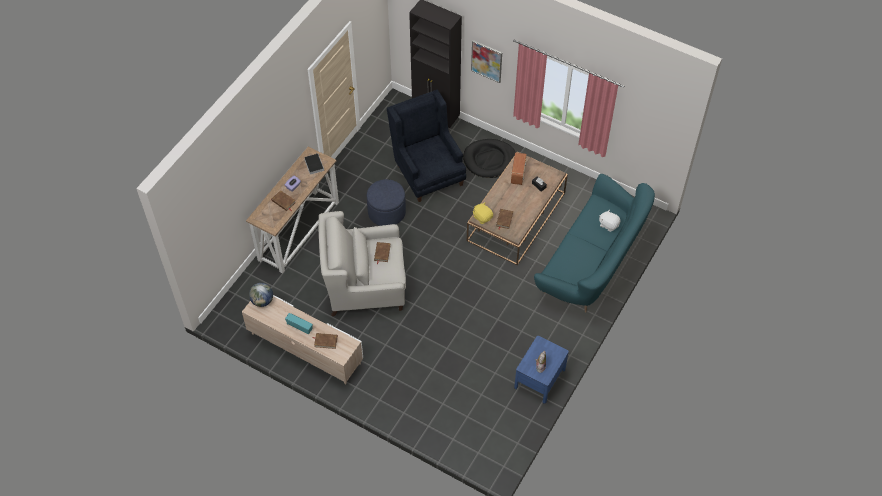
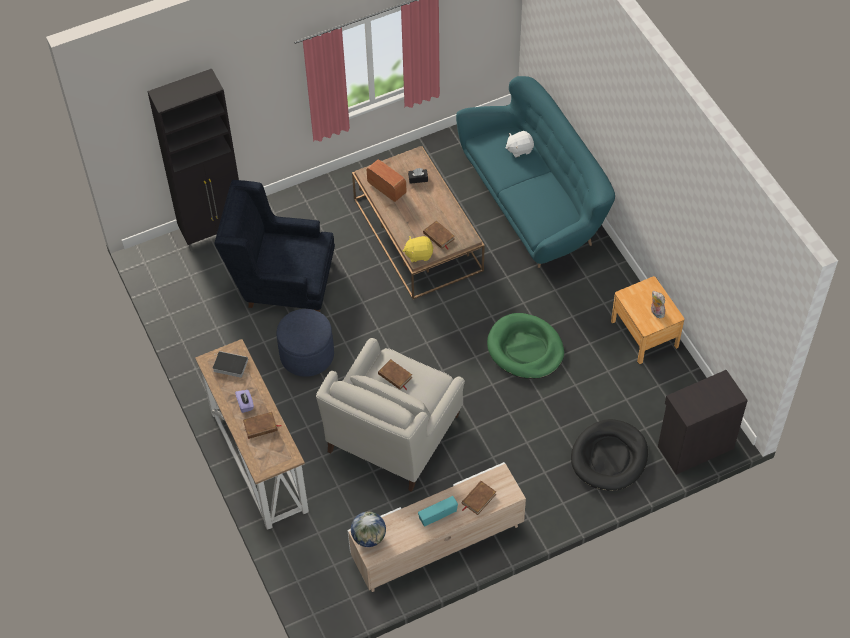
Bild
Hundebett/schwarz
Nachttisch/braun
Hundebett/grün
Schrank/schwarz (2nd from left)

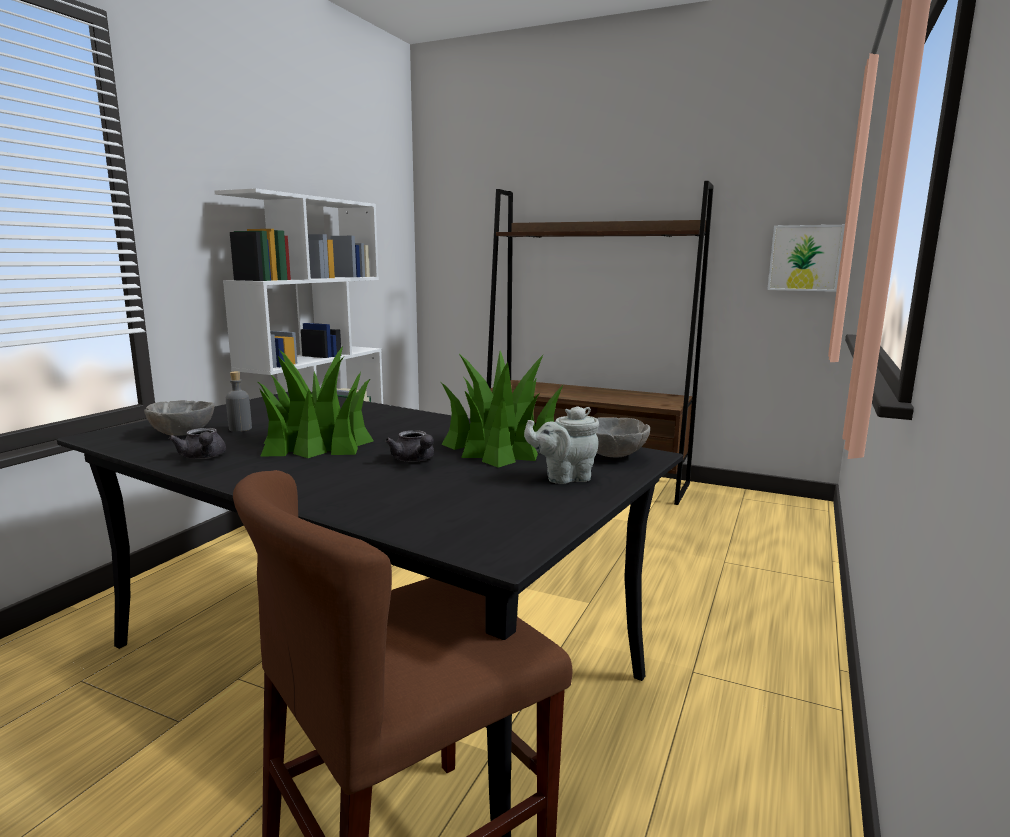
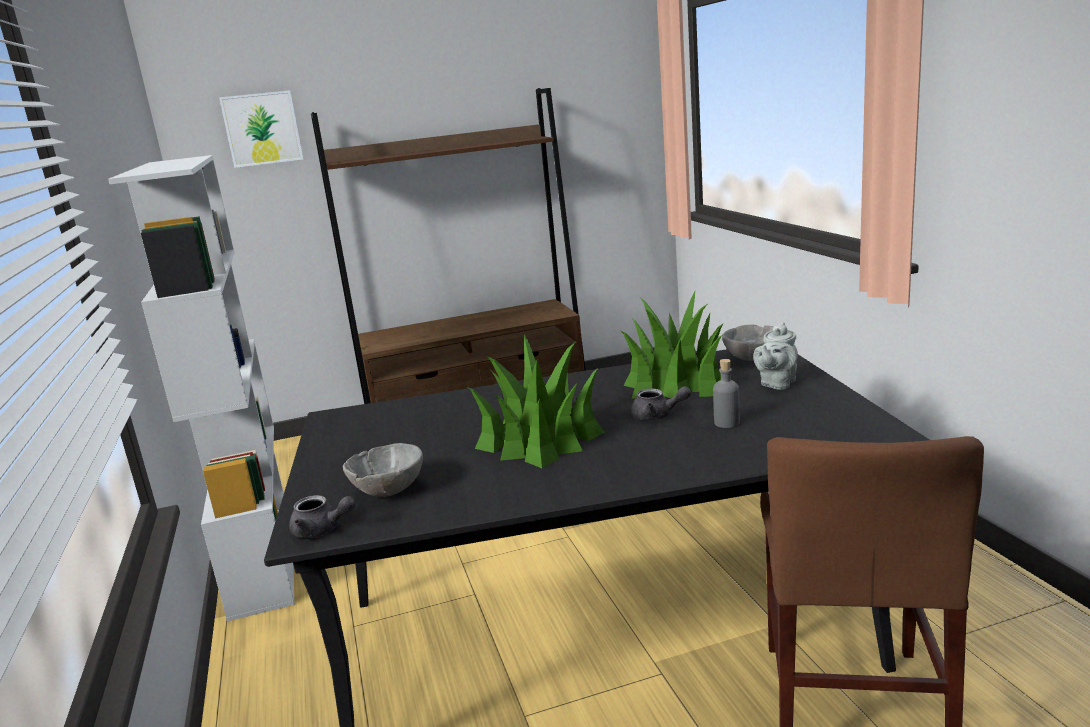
Bild
Flasche/grau
Teekanne/grau (1st from left)

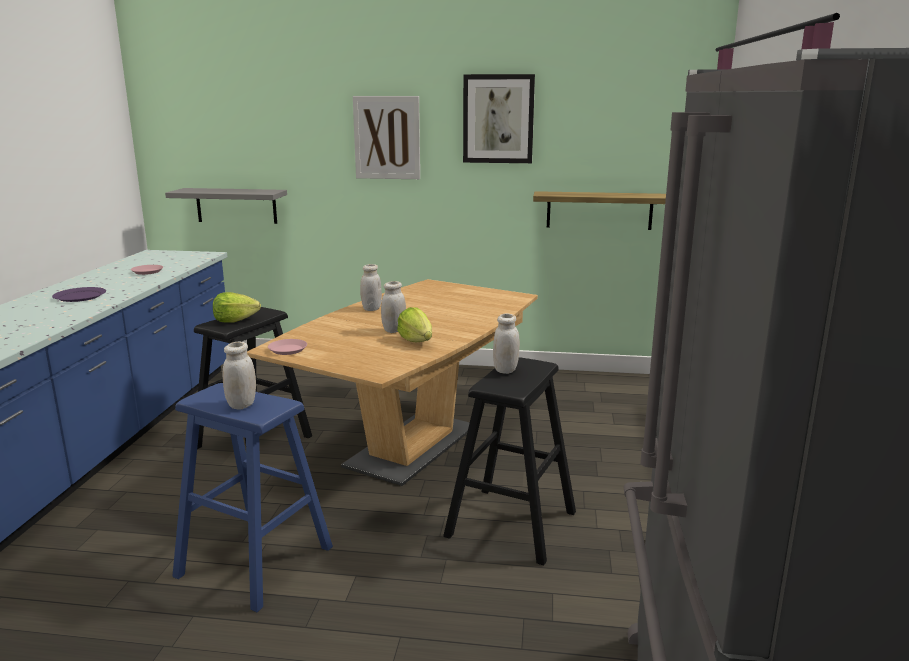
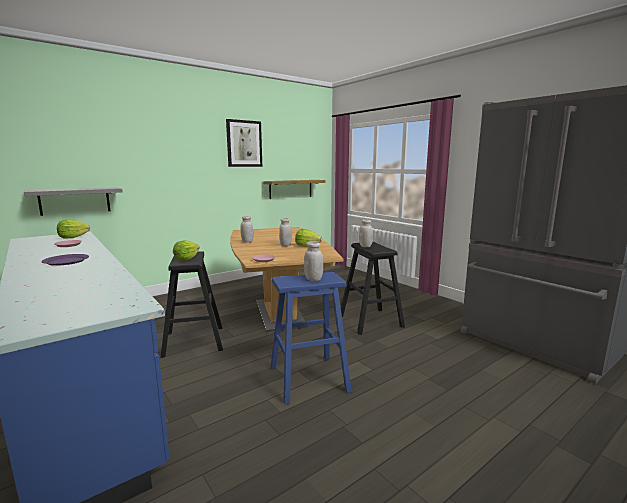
Bild (1st from left in the first image)
Salatkopf (1st from left)

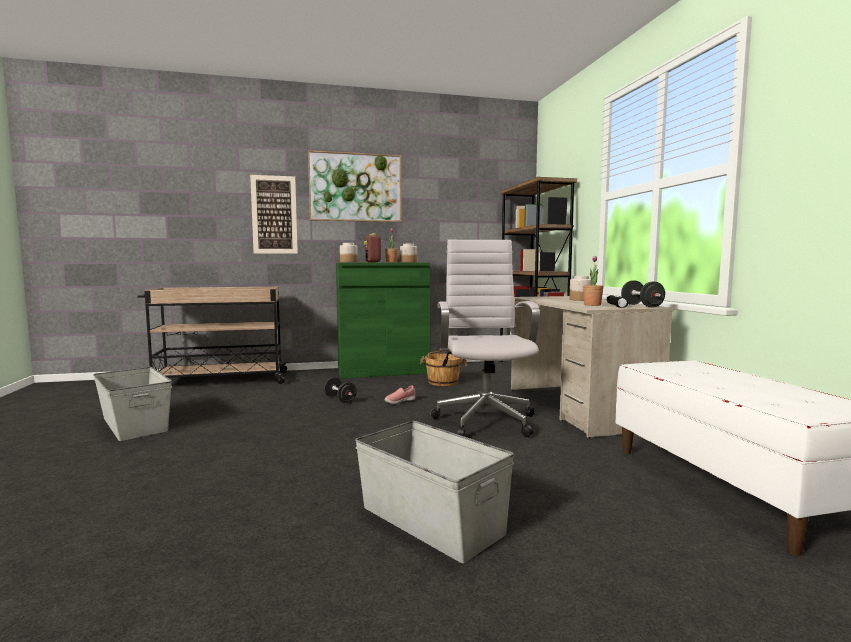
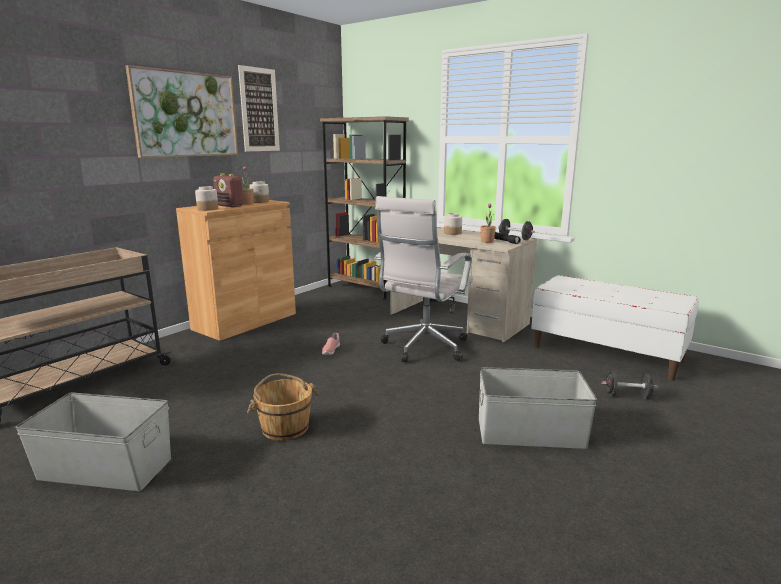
Bild (2nd from left)
Bürostuhl/weiß
Schrank/braun
Eimer/braun
Hantel/schwarz (2nd from left)

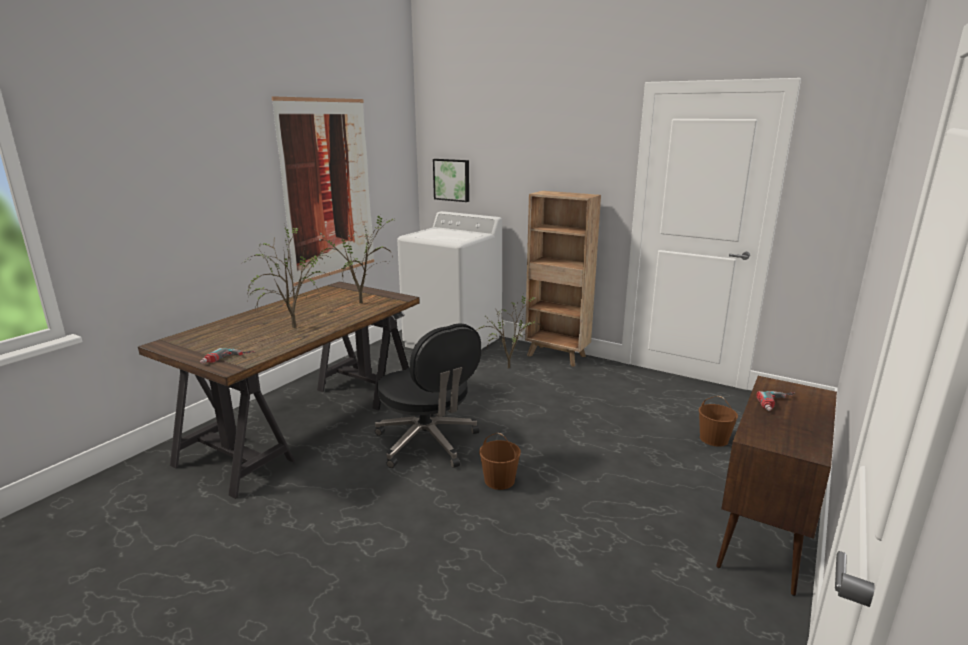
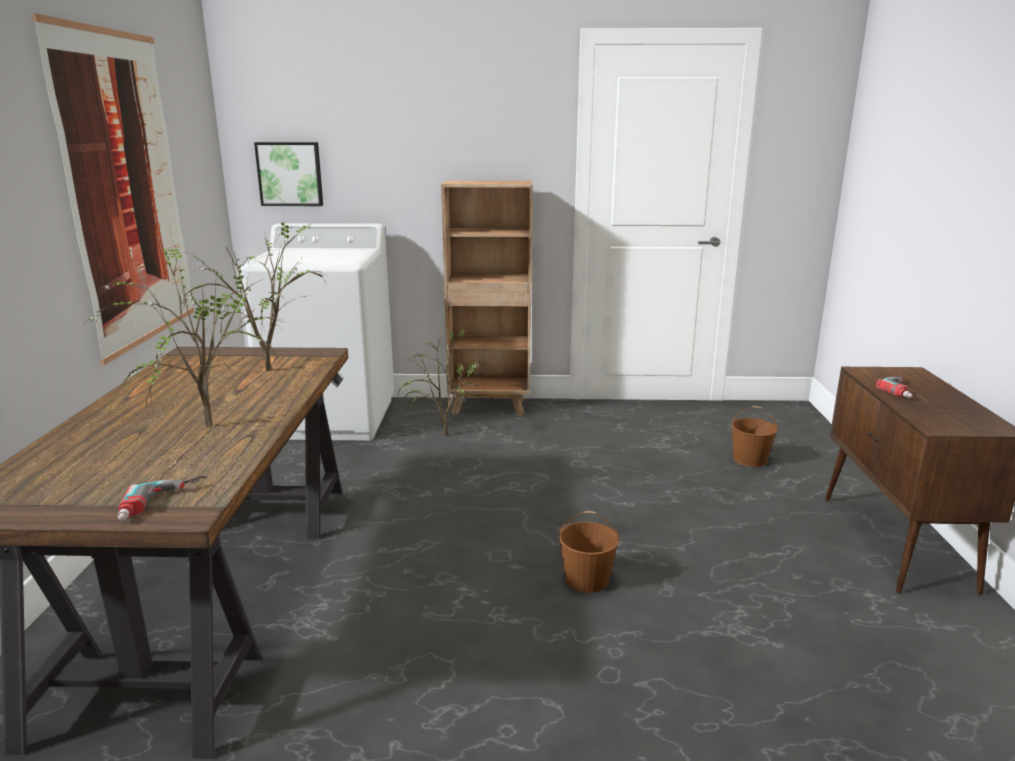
Bürostuhl/schwarz

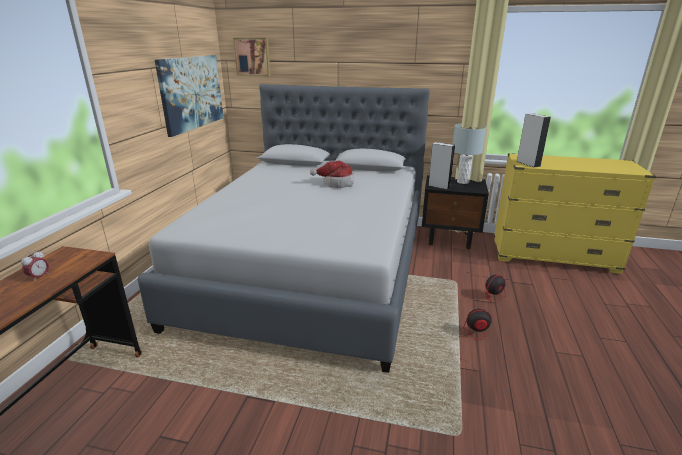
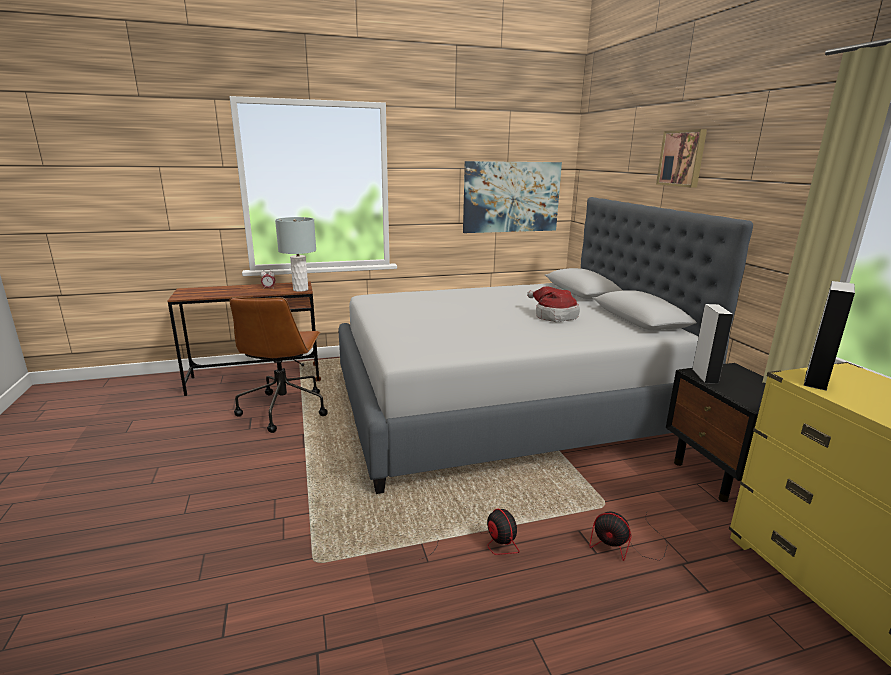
Bild (2nd from left)
Tischlampe/grau
Bürostuhl/braun

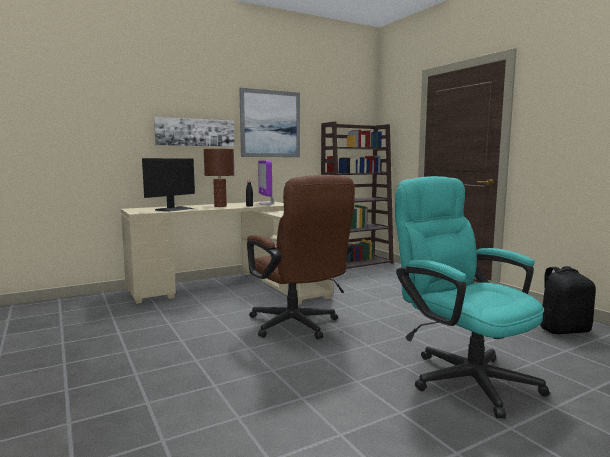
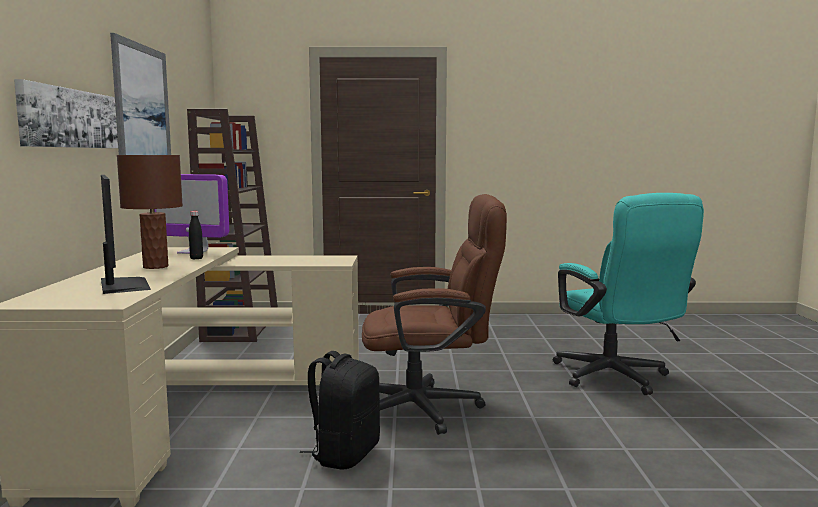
Bürostuhl/türkis
Rucksack/schwarz

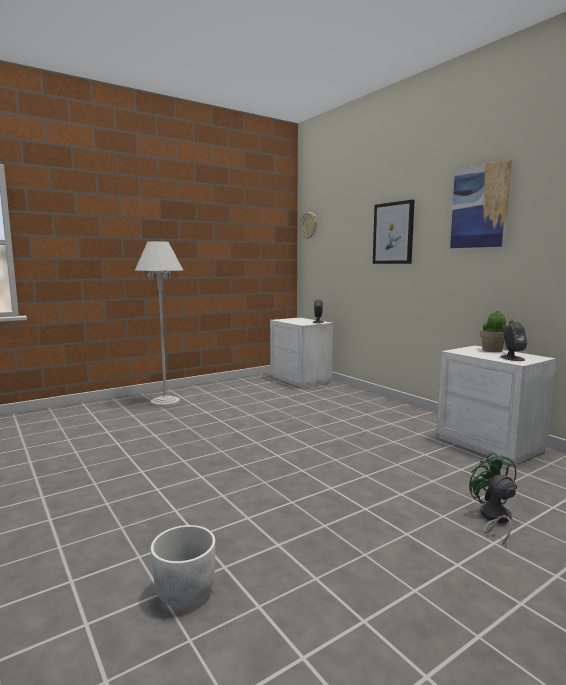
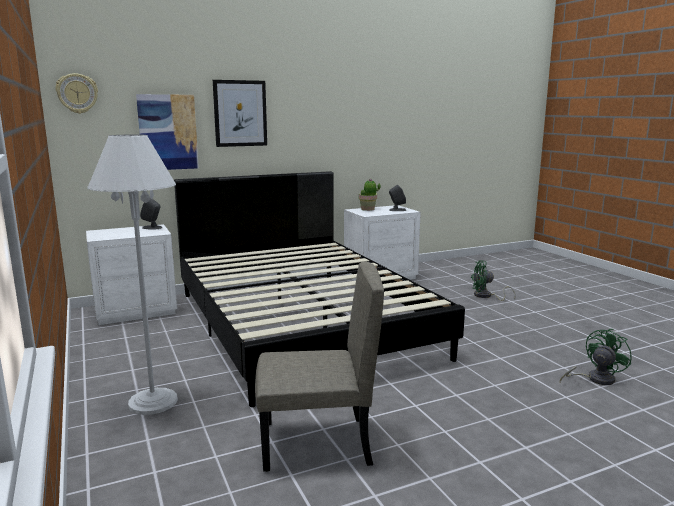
Bild (1st from left)
Ventilator/grün (2nd from left)
Bett/schwarz
Stuhl/beige

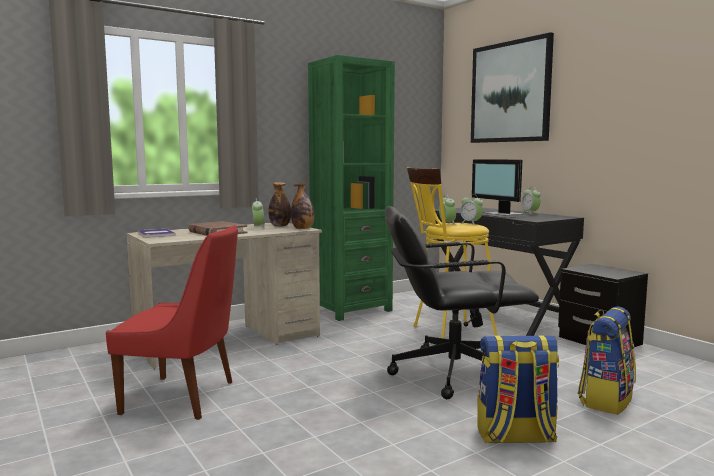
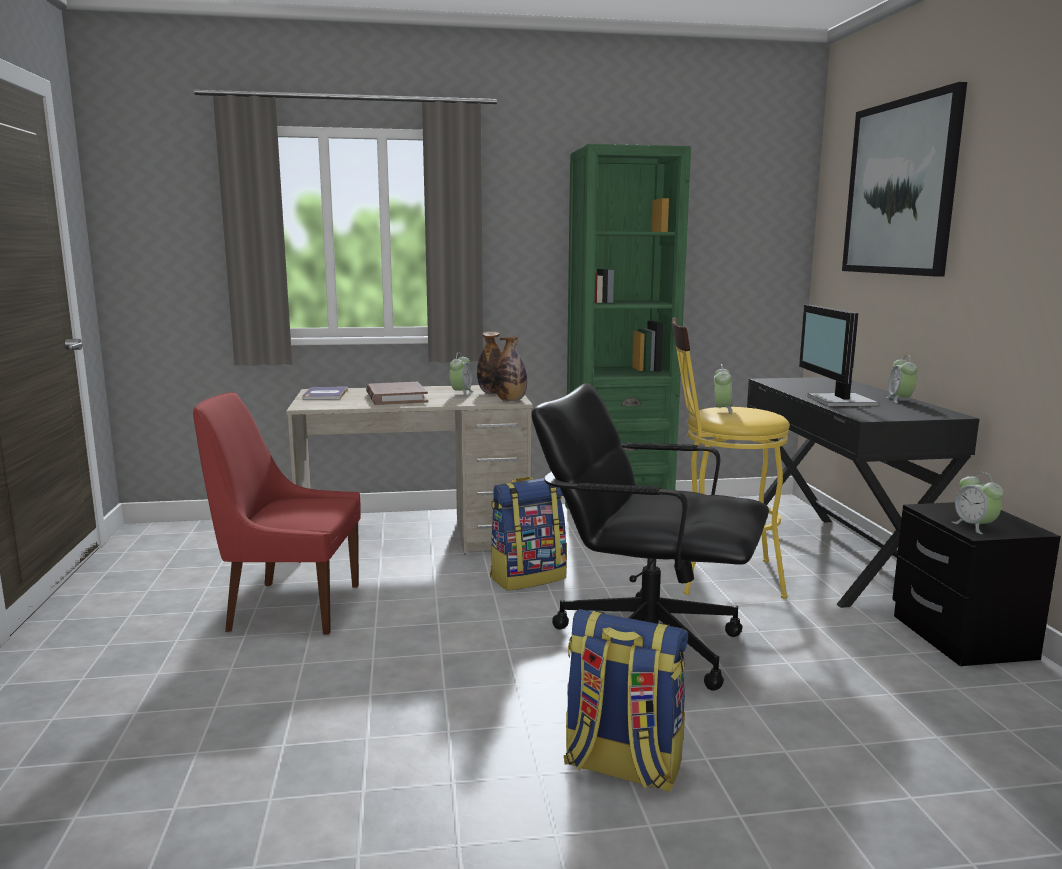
Wecker (4th from left)
Stuhl/rot
Rucksack (1st from left)

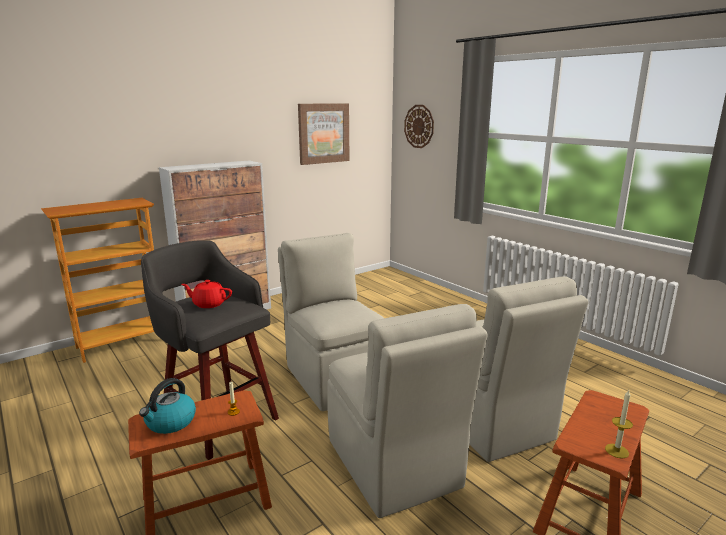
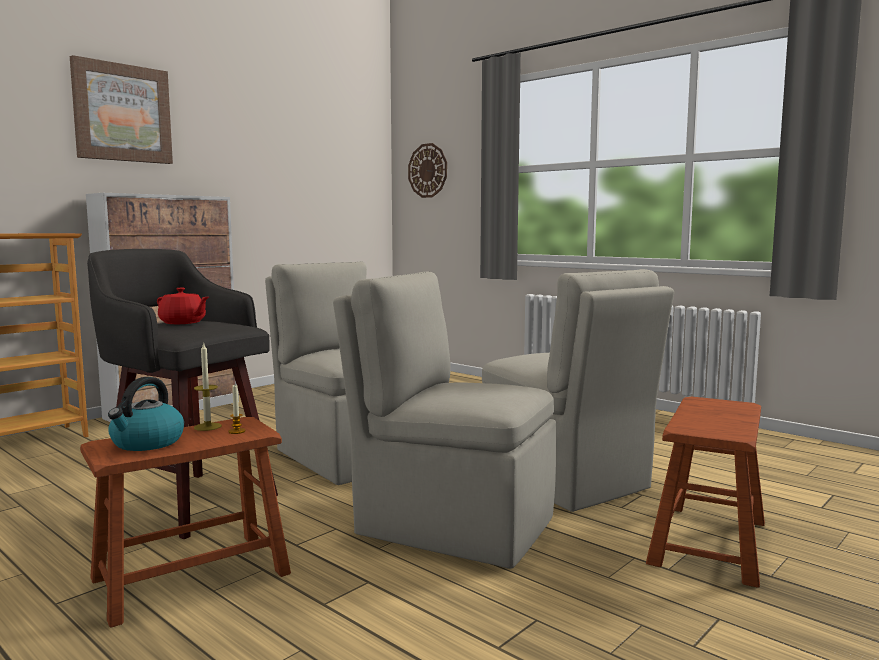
Bild
Teekanne/rot
Stuhl/beige (2nd from left)
Kerze (1st from left)

